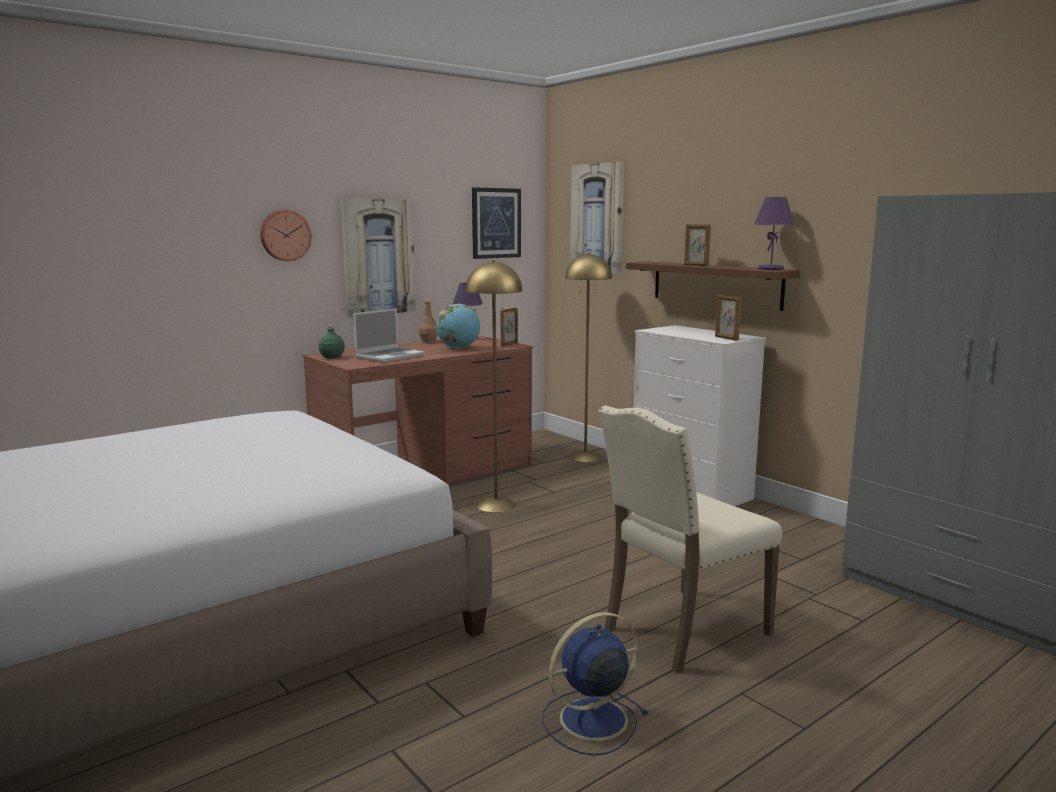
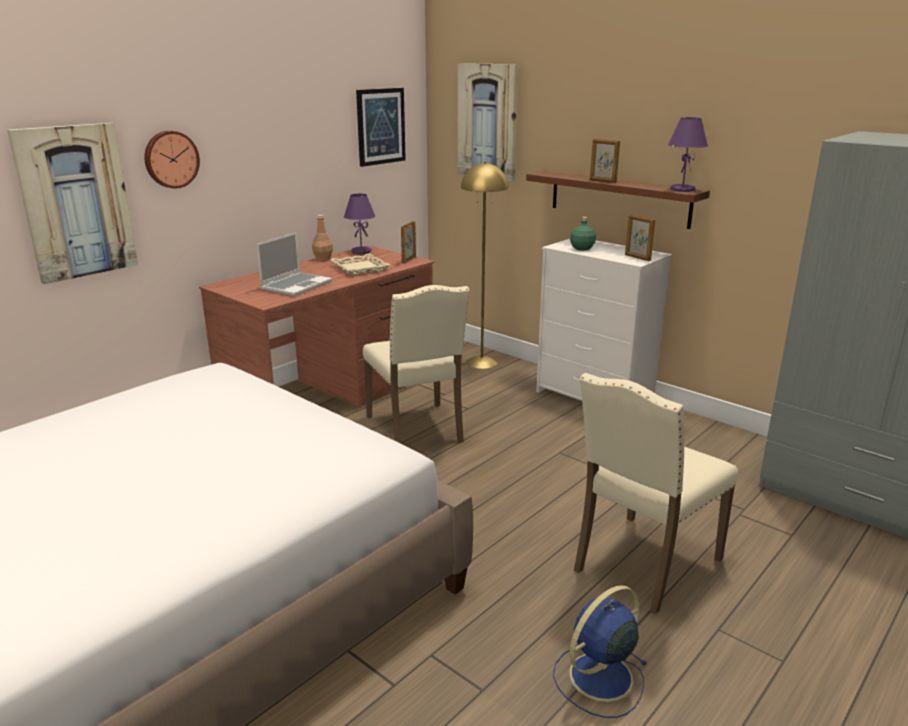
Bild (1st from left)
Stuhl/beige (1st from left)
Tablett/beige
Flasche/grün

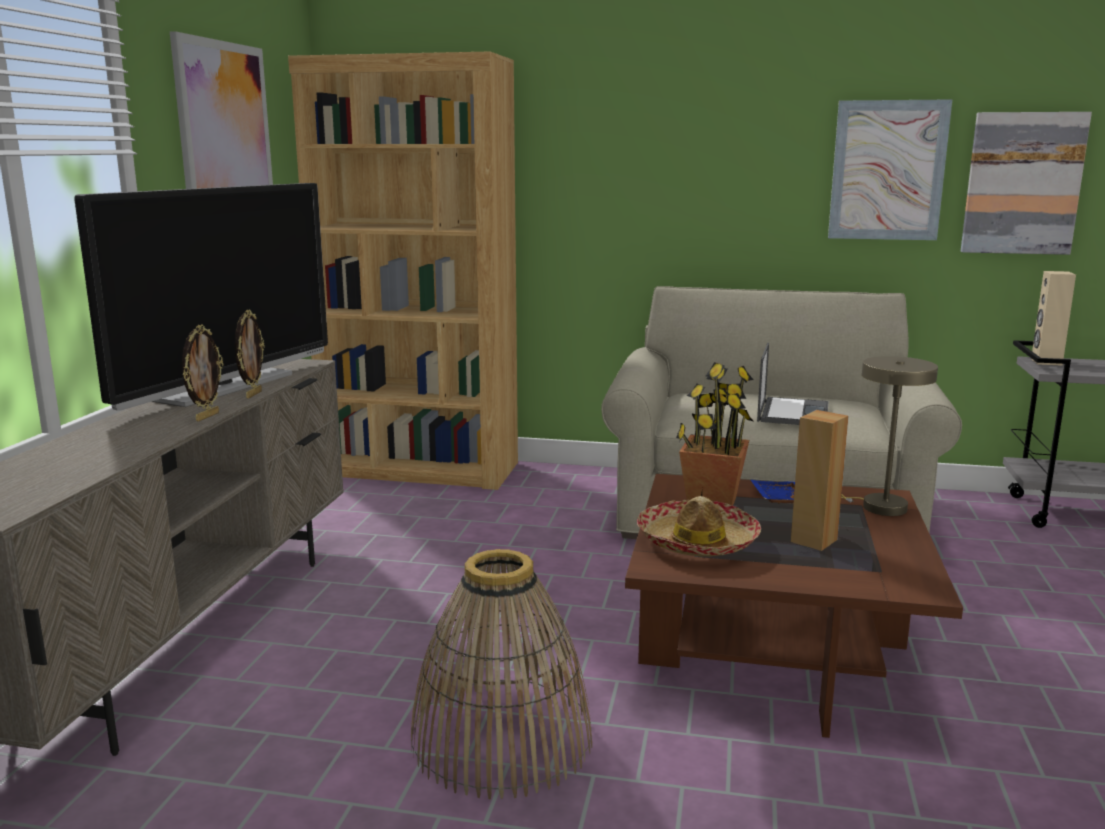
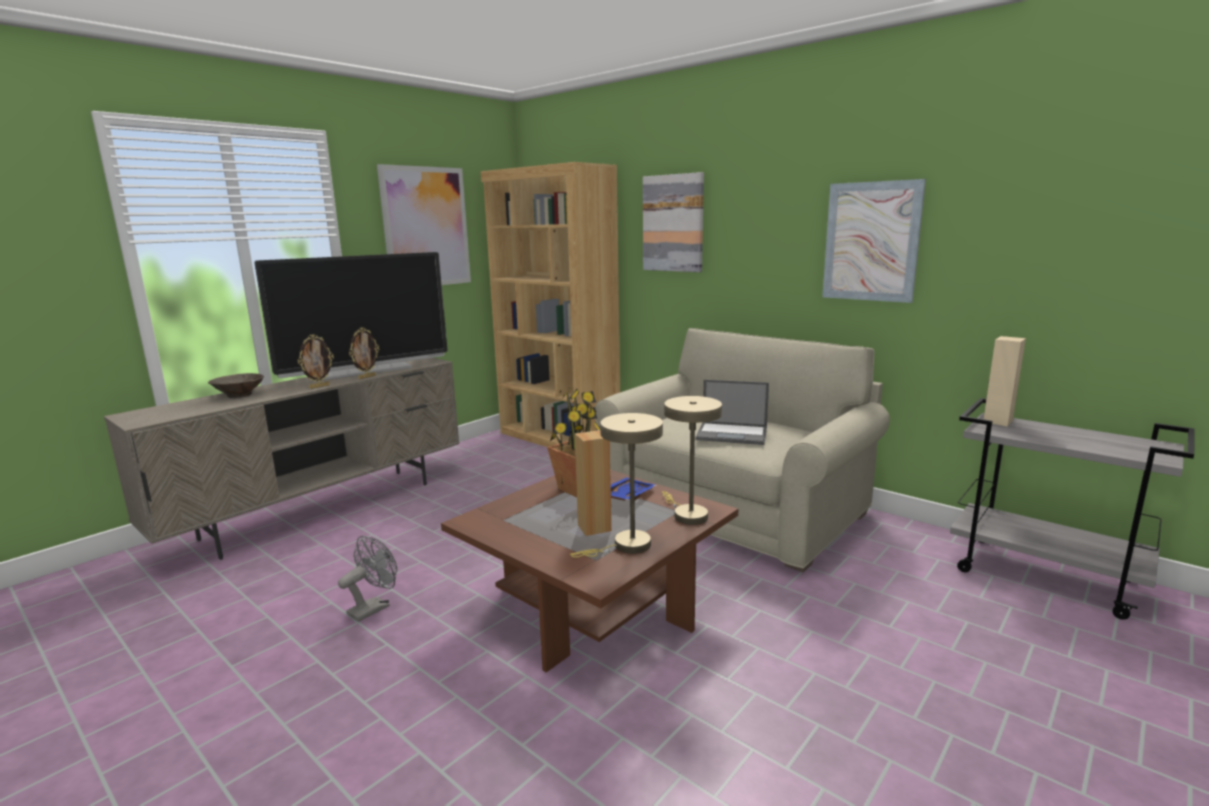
Bild (2nd from left)
Laptop
Hut
Ventilator/grau
Schüssel/braun
Tischlampe/beige (1st from left)

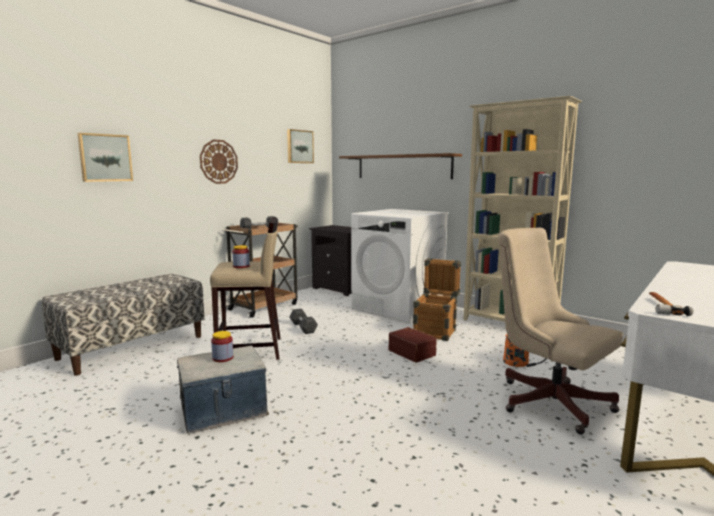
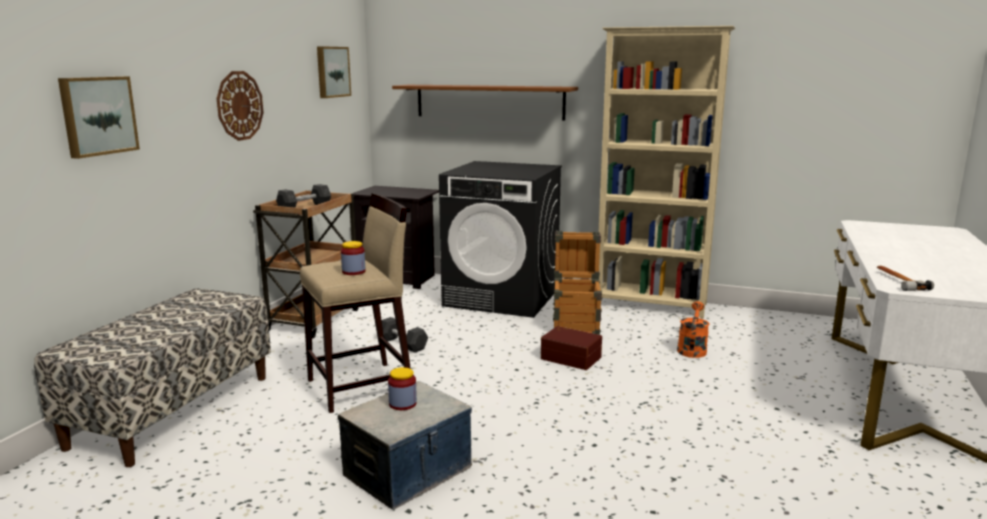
Waschmaschine/schwarz
Bürostuhl/beige

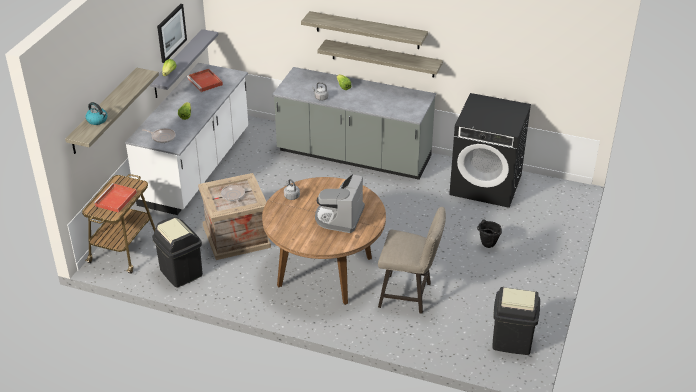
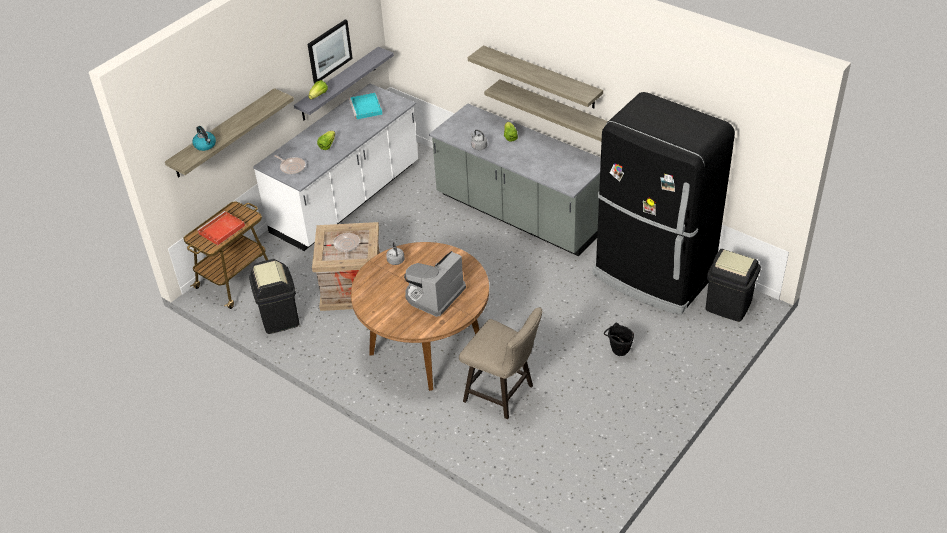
Tablett/türkis
Kühlschrank/schwarz
Mülleimer/schwarz (2nd from left)

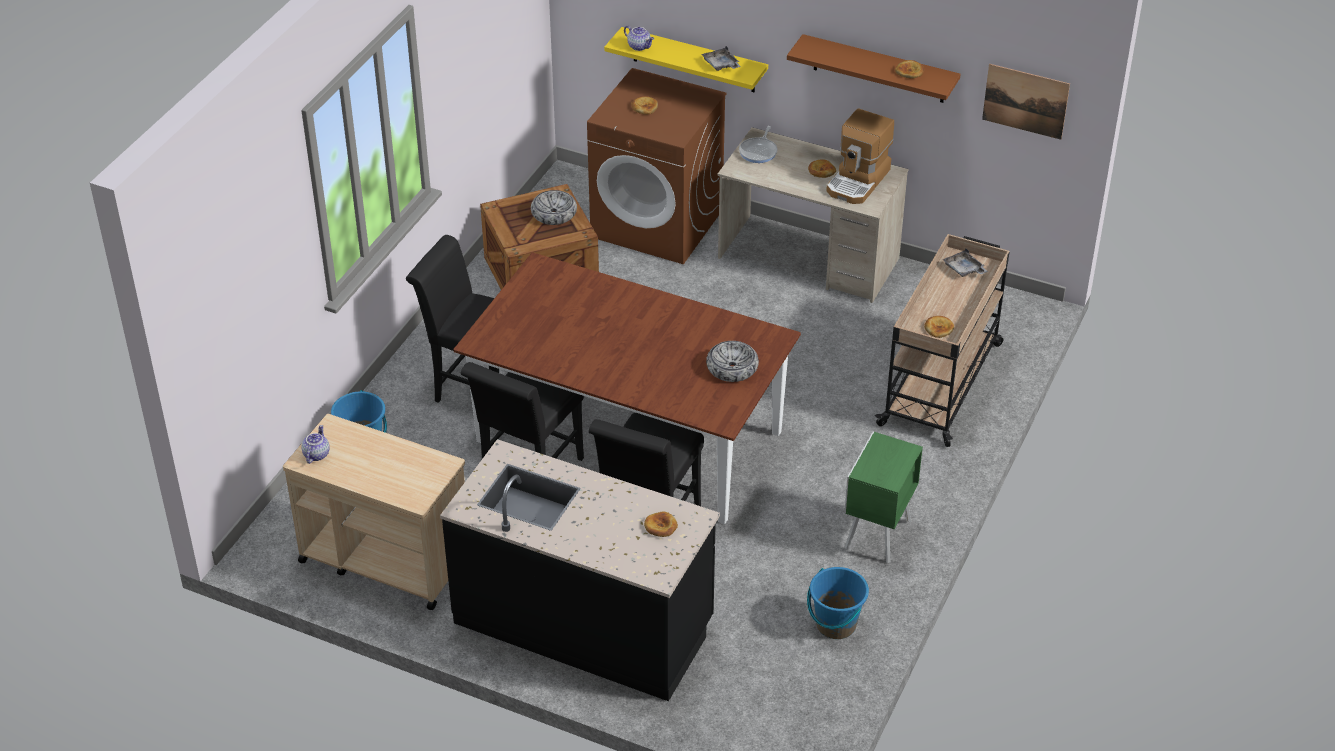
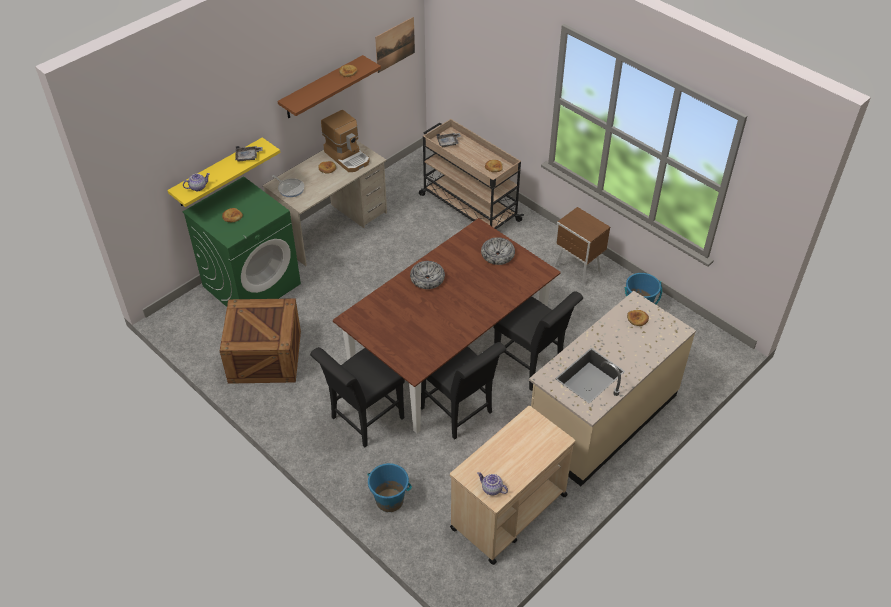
Waschmaschine/grün
Schüssel (1st from left)
Nachttisch/braun
Küchenzeile/beige

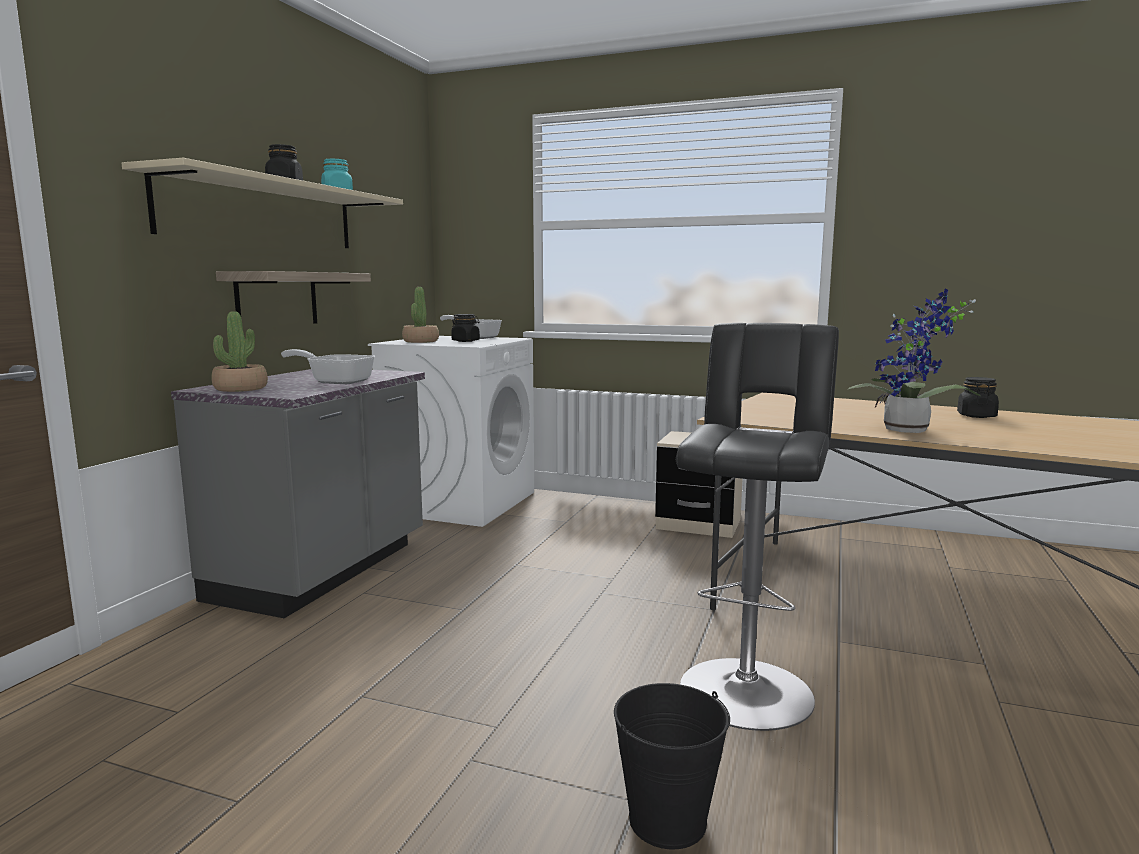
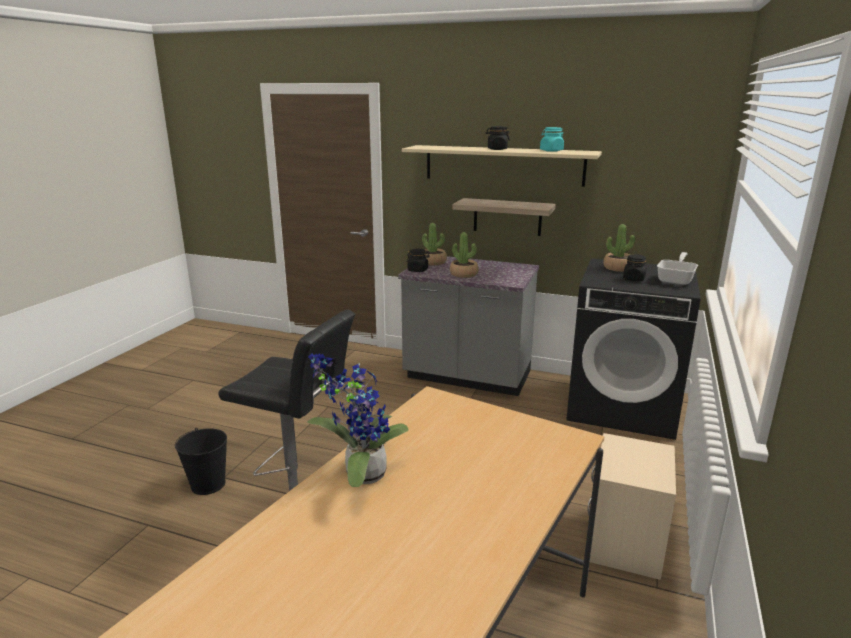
Waschmaschine/schwarz
Topfpflanze (3rd from left)
Vorratsglas/schwarz (1st from left)

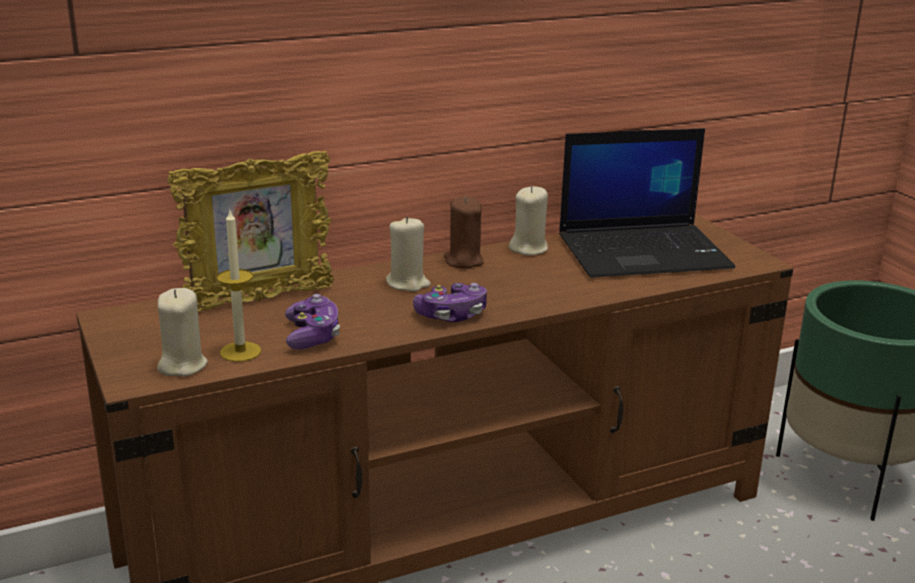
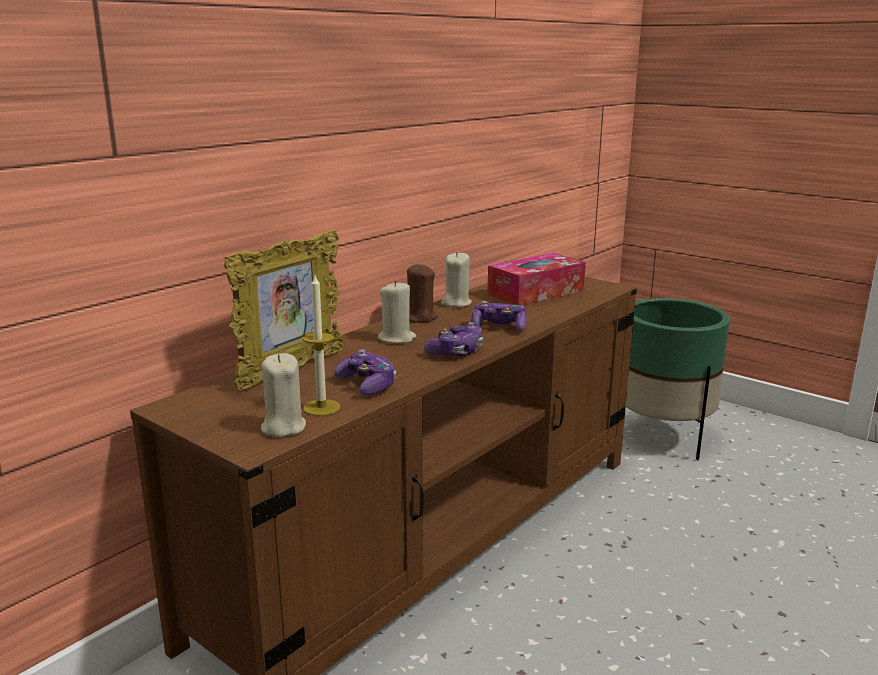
Taschentuchbox
Gamepad (3rd from left)

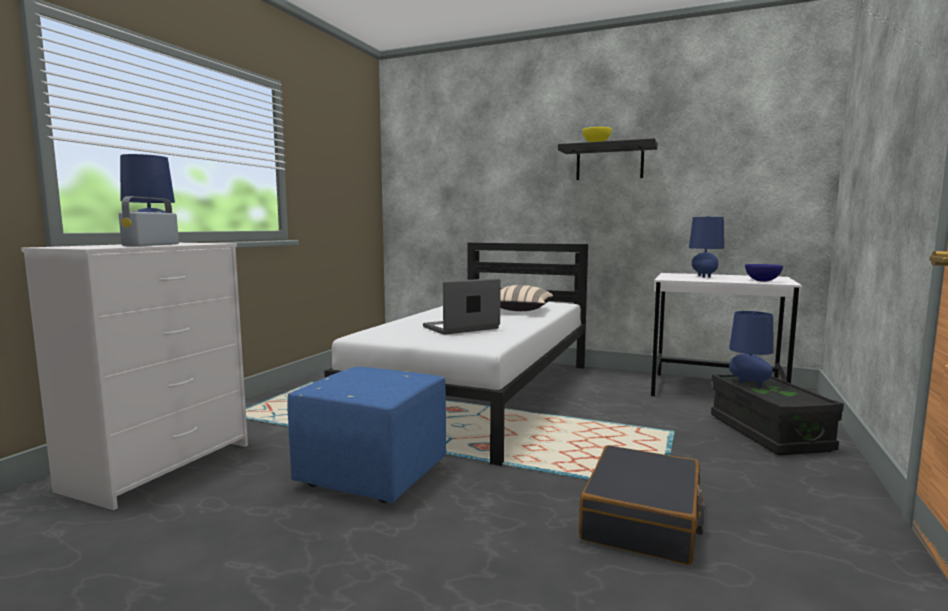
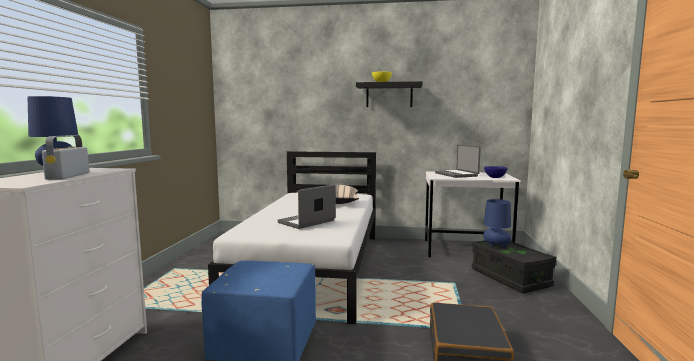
Laptop (2nd from left)

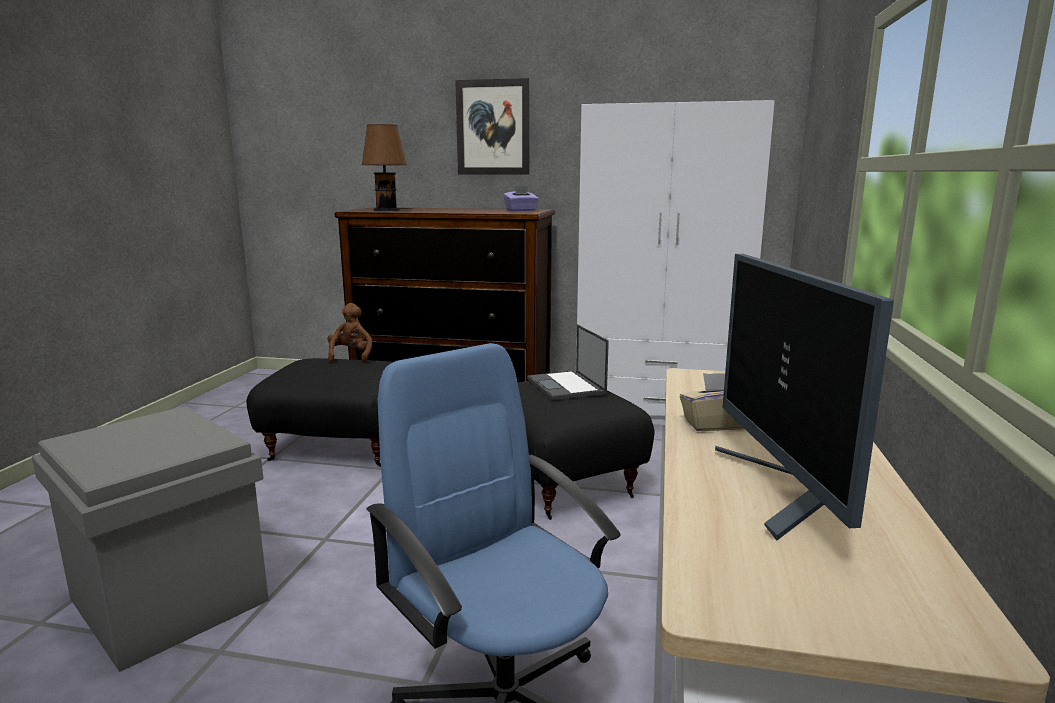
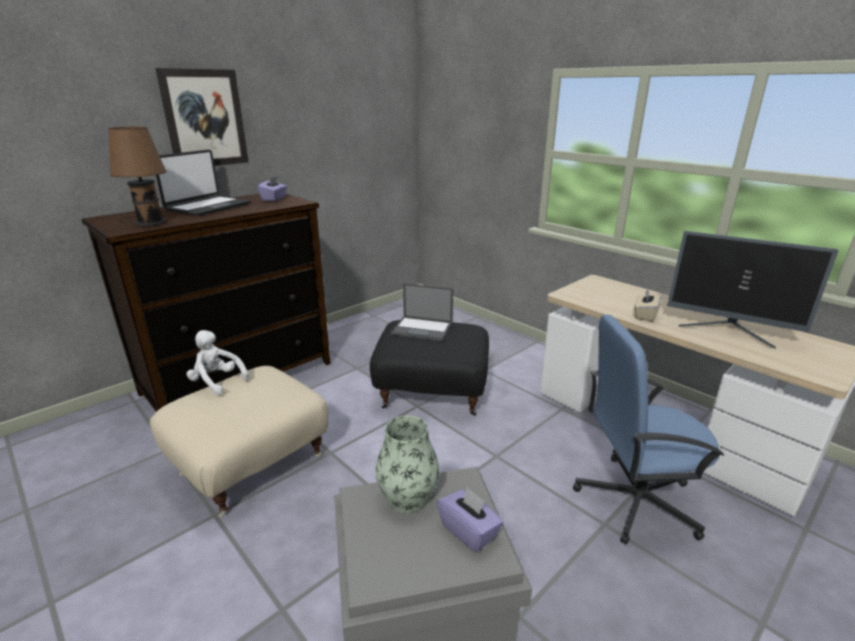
Kleiderschrank/weiß
Plüschtier/weiß
Polsterhocker/beige
Laptop (1st from left)
Vase
Taschentuchbox/lila (2nd from left)

